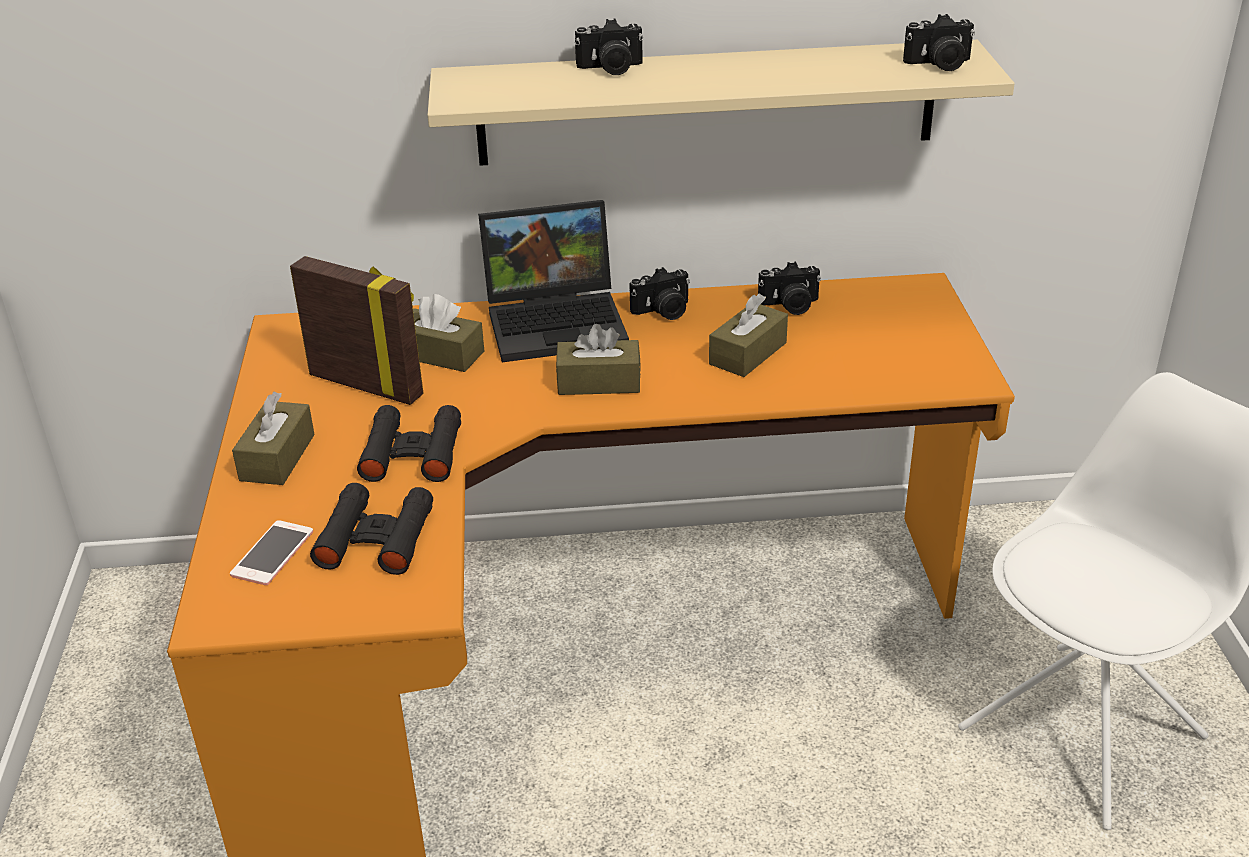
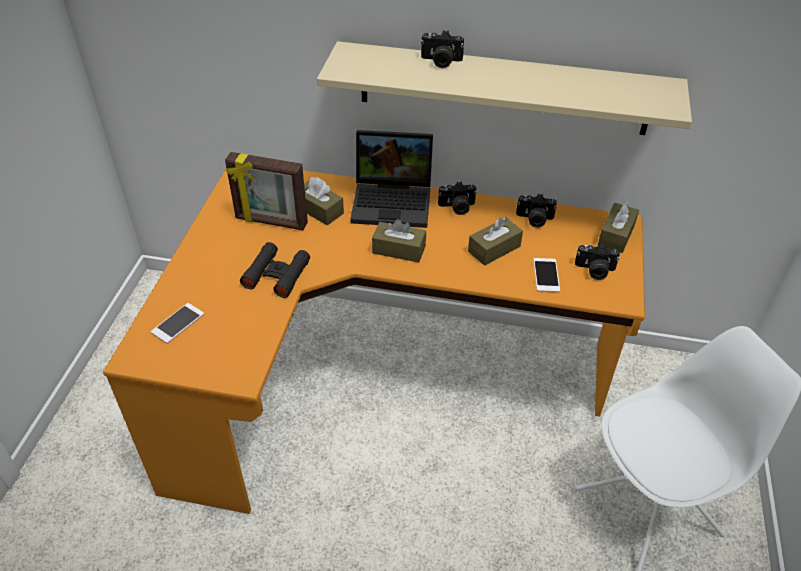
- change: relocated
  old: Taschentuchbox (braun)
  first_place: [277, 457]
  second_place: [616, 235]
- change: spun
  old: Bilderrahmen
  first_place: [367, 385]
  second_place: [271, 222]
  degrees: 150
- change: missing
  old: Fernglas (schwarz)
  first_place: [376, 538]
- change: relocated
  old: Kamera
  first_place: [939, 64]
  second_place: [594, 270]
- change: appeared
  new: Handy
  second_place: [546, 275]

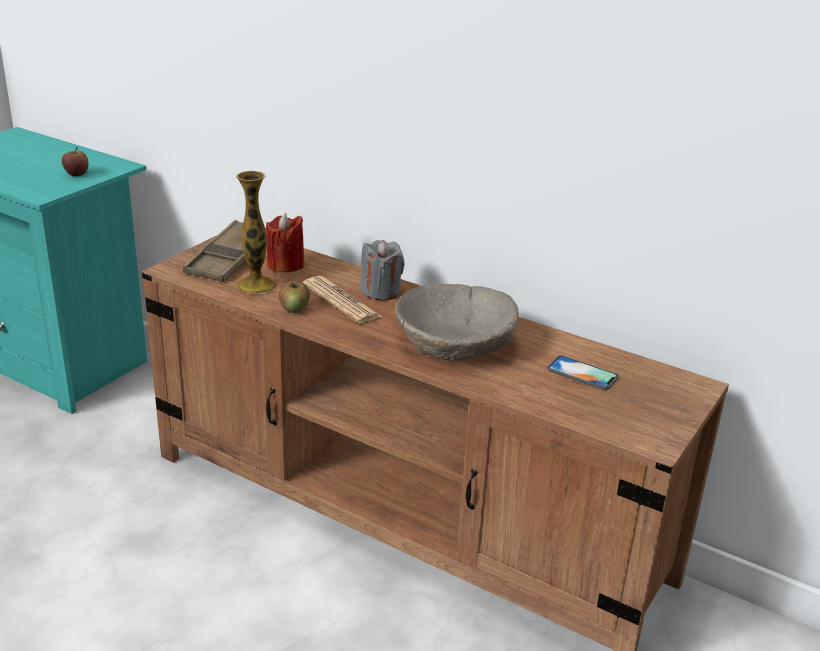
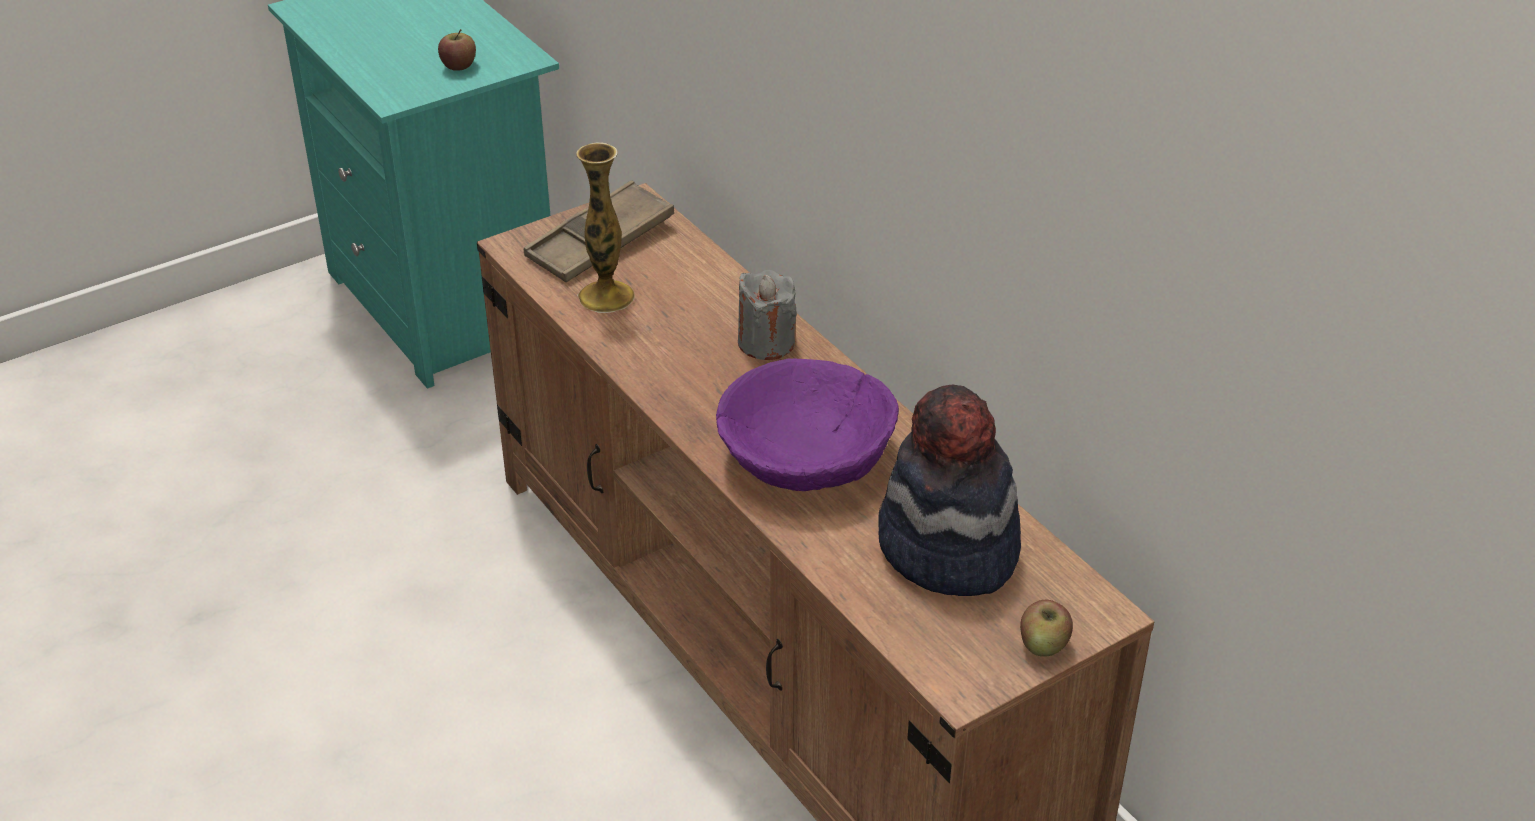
- change: missing
  old: Kerze (rot)
  first_place: [285, 265]
- change: relocated
  old: Apfel
  first_place: [294, 308]
  second_place: [1043, 645]
- change: missing
  old: Zeitung
  first_place: [341, 301]
- change: colour
  old: Schüssel (beige)
  new: Schüssel (lila)
  first_place: [454, 342]
  second_place: [806, 454]
- change: exchanged
  old: Handy
  new: Hut
  first_place: [582, 373]
  second_place: [947, 549]

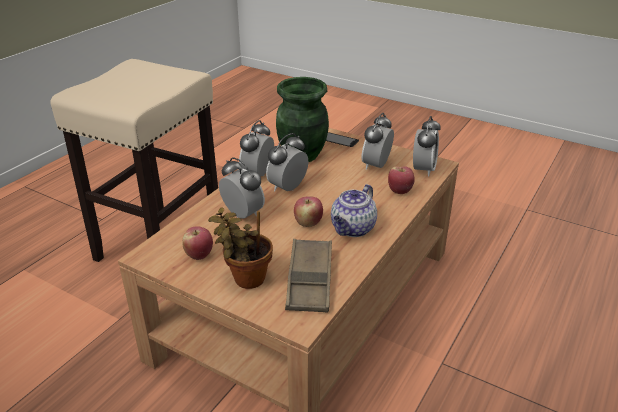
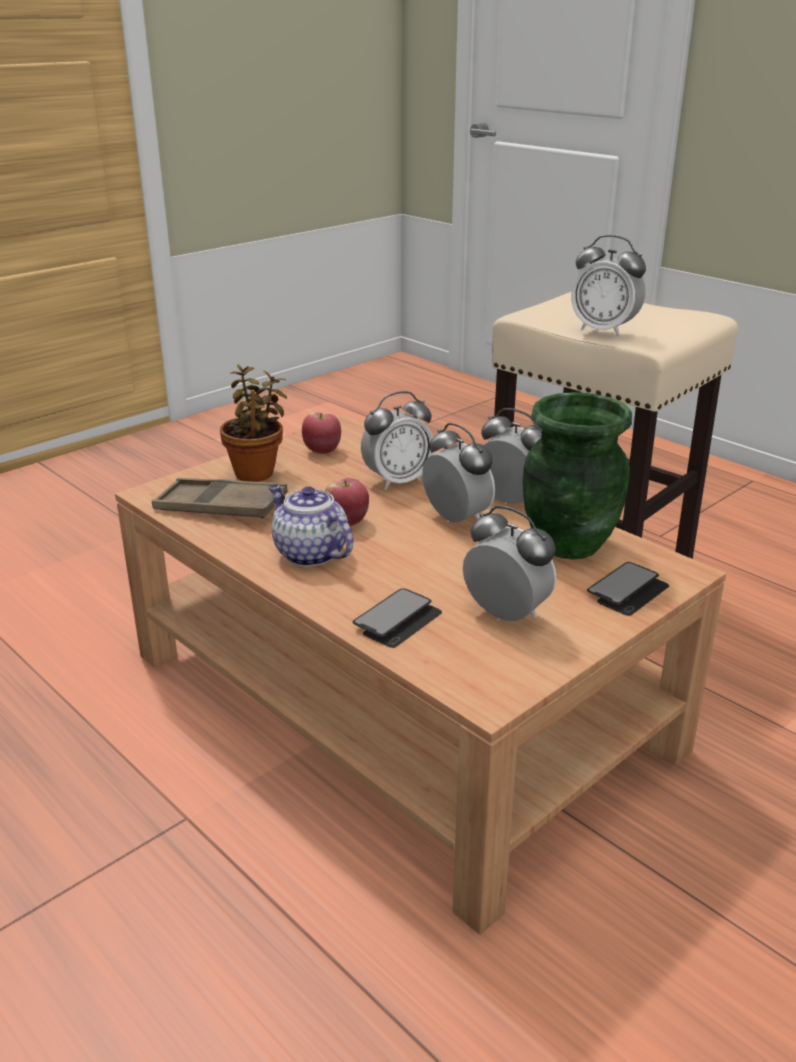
- change: exchanged
  old: Apfel
  new: Handy
  first_place: [400, 191]
  second_place: [398, 620]
- change: relocated
  old: Wecker
  first_place: [423, 169]
  second_place: [604, 330]

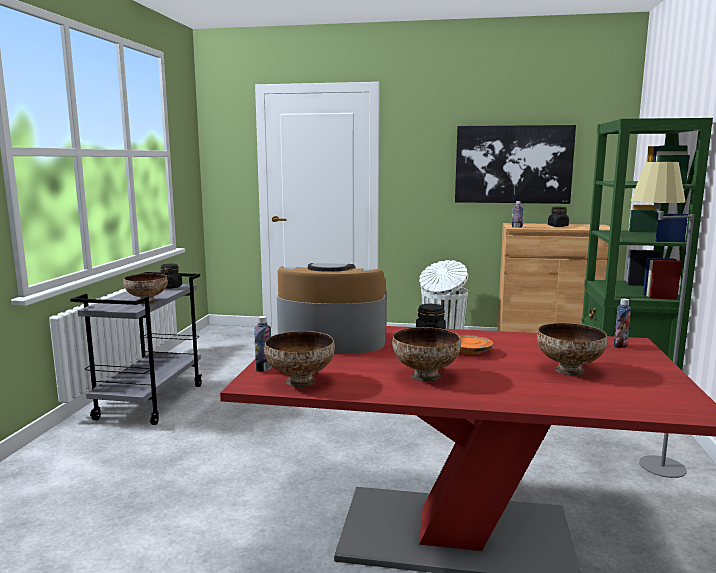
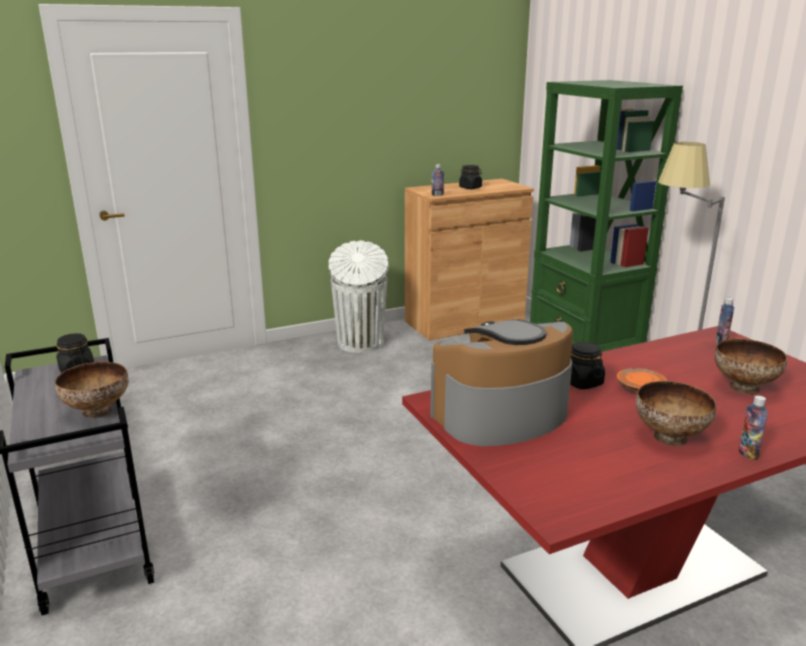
- change: relocated
  old: Flasche
  first_place: [264, 368]
  second_place: [747, 454]
- change: missing
  old: Schüssel
  first_place: [300, 381]
- change: missing
  old: Bild
  first_place: [513, 164]

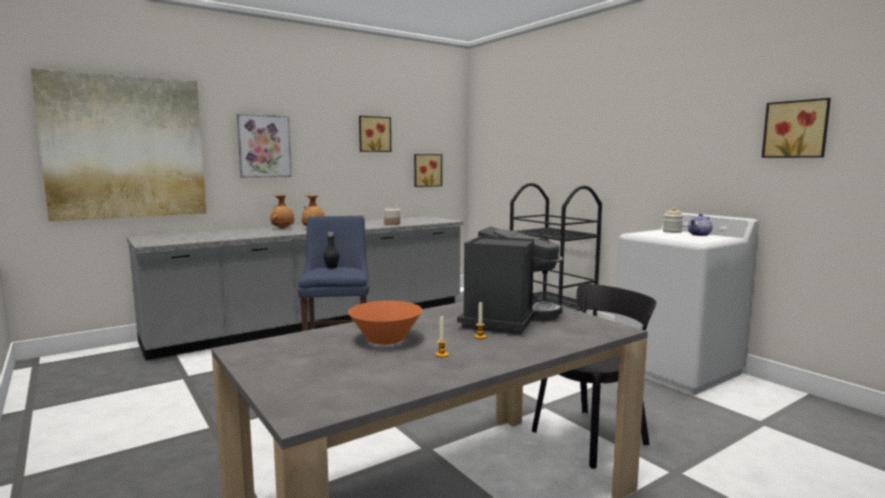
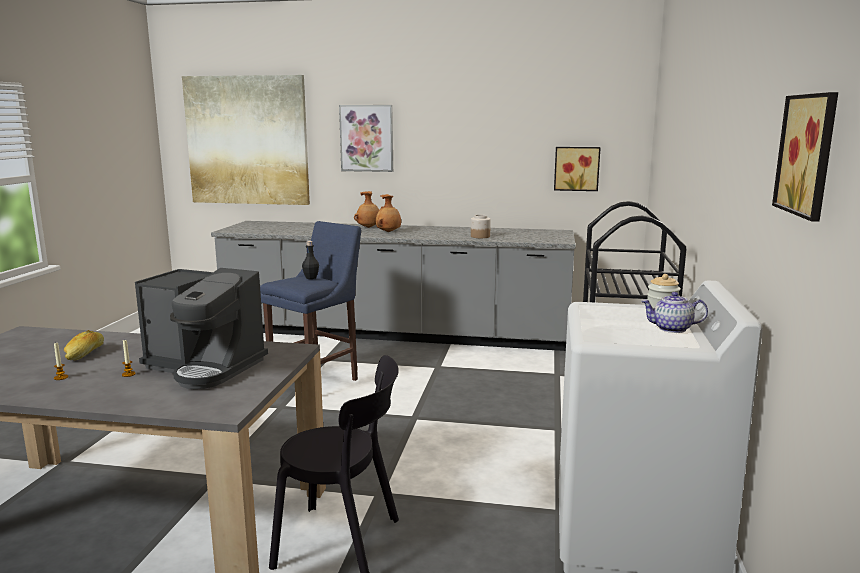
- change: exchanged
  old: Schüssel (orange)
  new: Brot
  first_place: [386, 340]
  second_place: [85, 354]
- change: missing
  old: Bild
  first_place: [374, 134]
- change: spun
  old: Kaffeemaschine
  first_place: [507, 318]
  second_place: [205, 367]
  degrees: 45

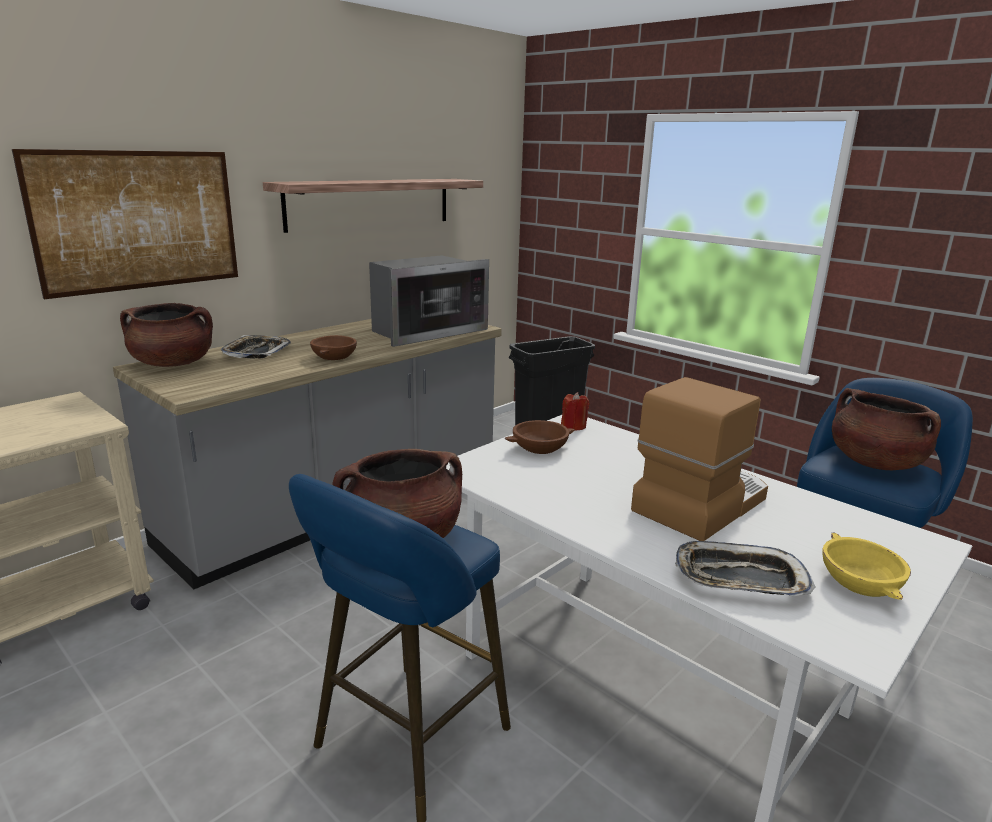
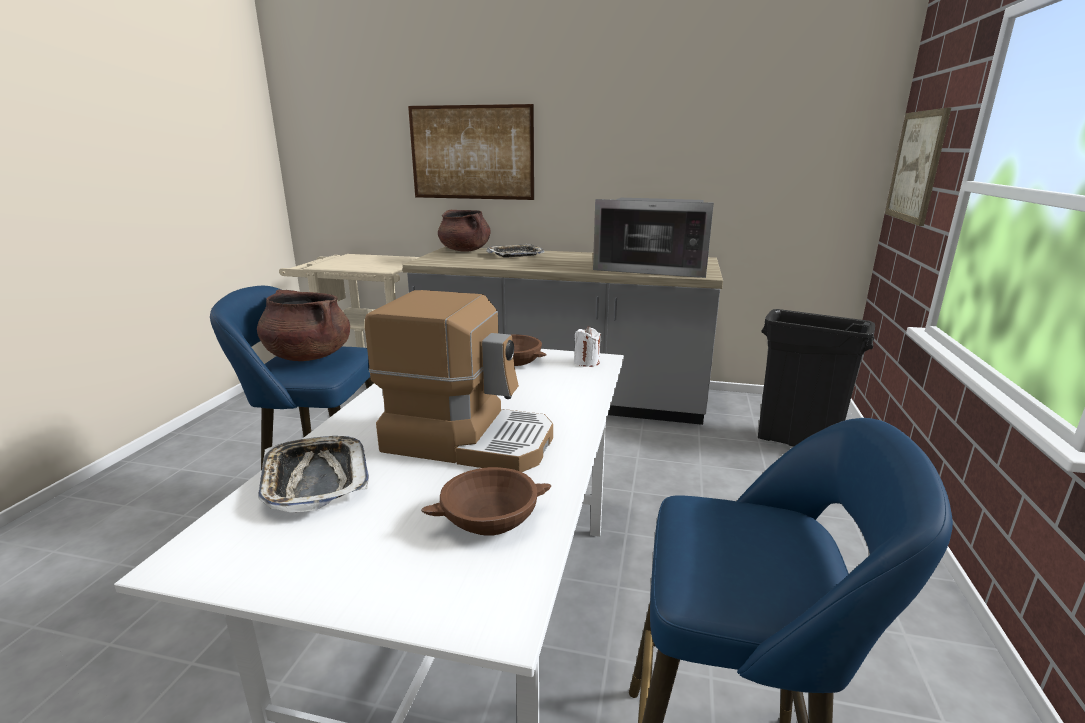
- change: missing
  old: Wandregal
  first_place: [371, 203]
- change: relocated
  old: Schüssel (braun)
  first_place: [334, 357]
  second_place: [490, 519]
- change: colour
  old: Kerze (rot)
  new: Kerze (weiß)
  first_place: [574, 426]
  second_place: [586, 362]
- change: missing
  old: Schüssel (gelb)
  first_place: [861, 583]
- change: missing
  old: Kochtopf (braun)
  first_place: [874, 463]
- change: appeared
  new: Bild
  second_place: [916, 166]

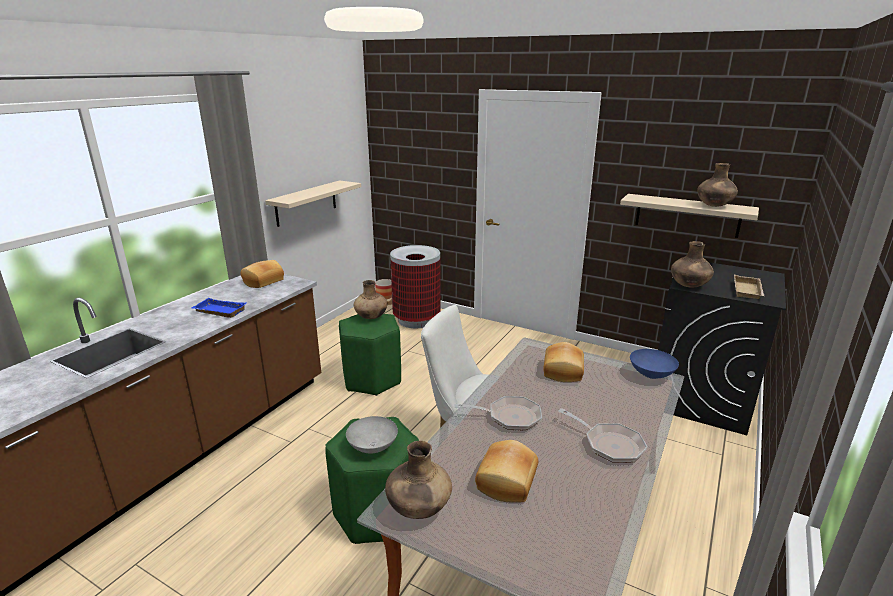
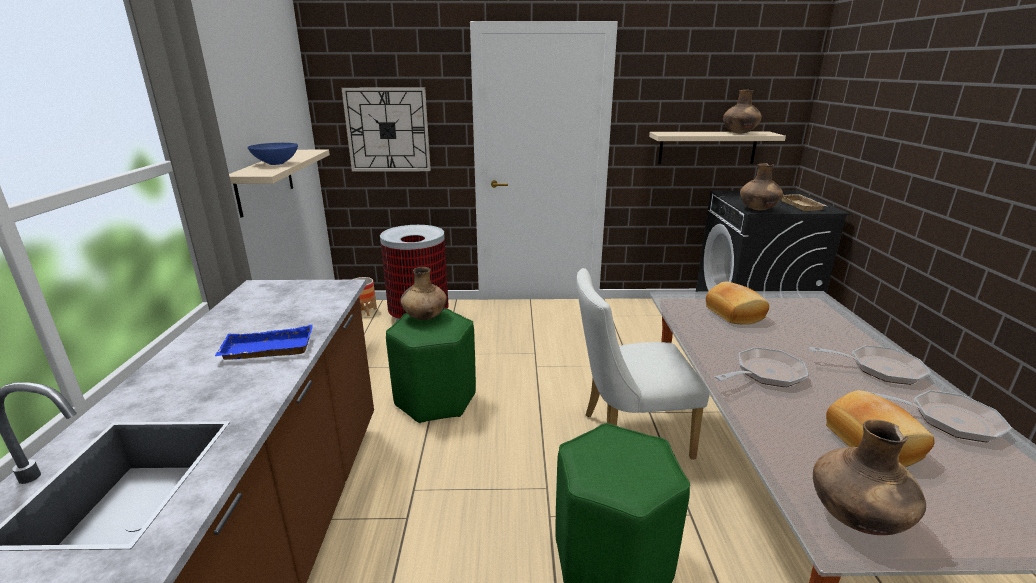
- change: missing
  old: Brot
  first_place: [262, 281]
- change: missing
  old: Schüssel (grau)
  first_place: [372, 447]
- change: relocated
  old: Schüssel (blau)
  first_place: [650, 374]
  second_place: [275, 163]
- change: appeared
  new: Wanduhr
  second_place: [387, 130]
- change: appeared
  new: Pfanne
  second_place: [947, 420]

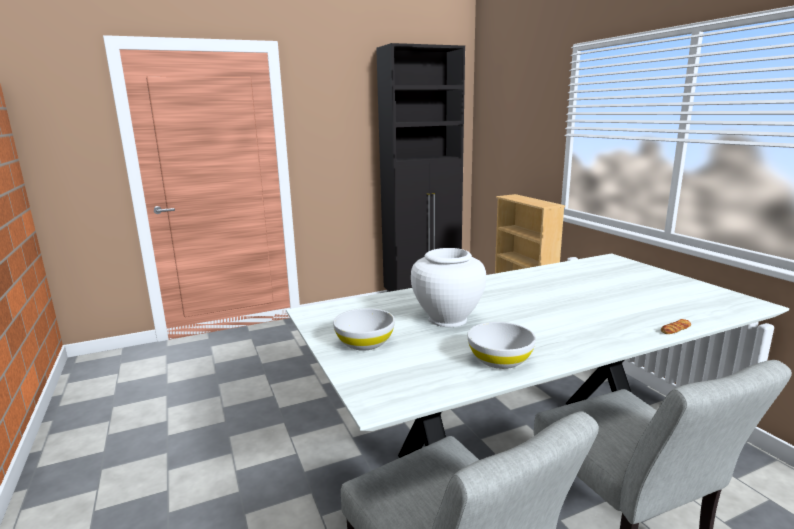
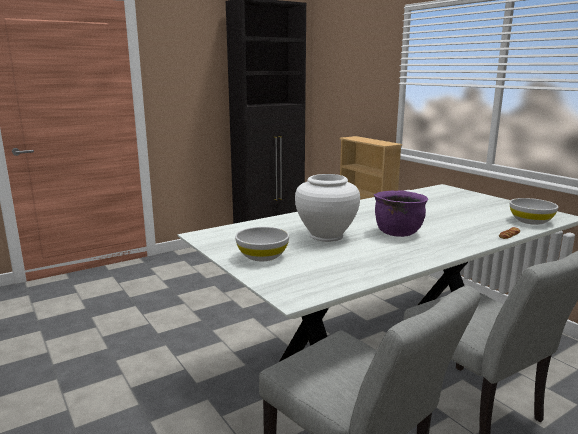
- change: relocated
  old: Schüssel (weiß)
  first_place: [499, 360]
  second_place: [530, 221]
- change: appeared
  new: Kochtopf (lila)
  second_place: [398, 232]

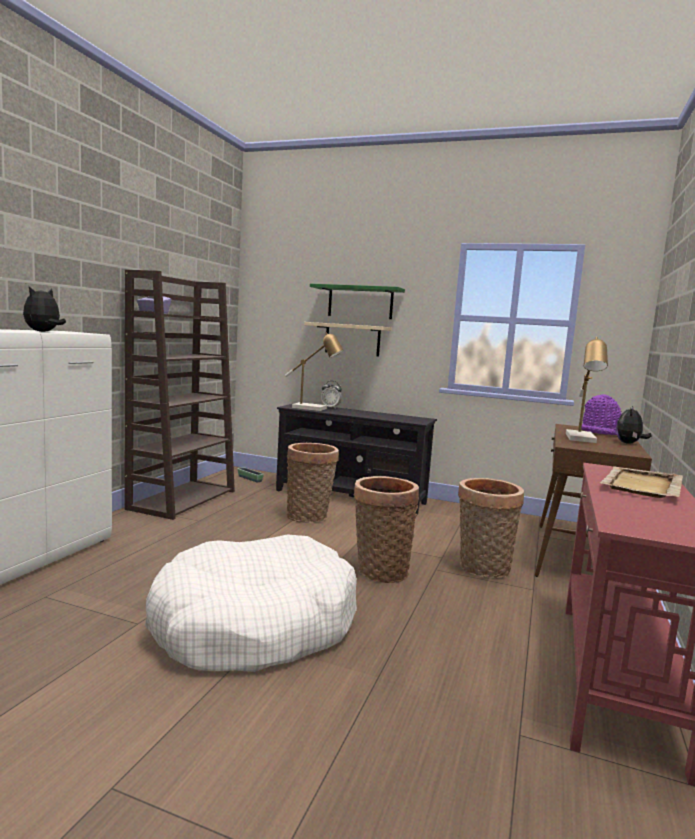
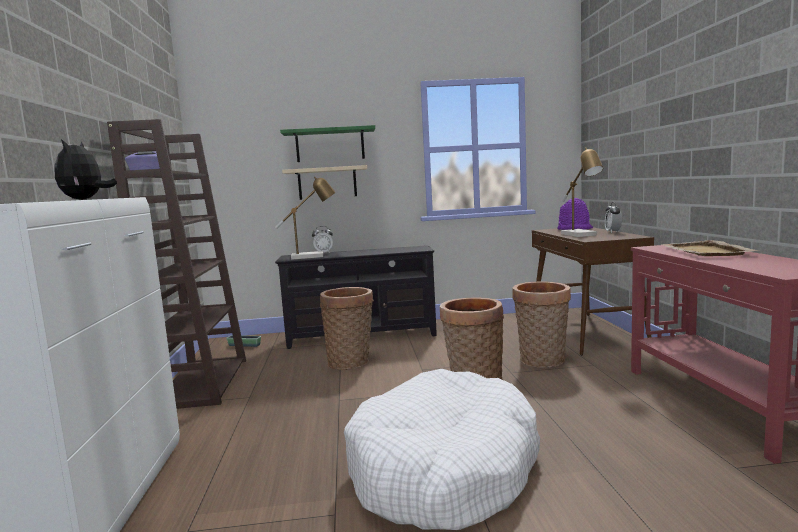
- change: exchanged
  old: Plüschtier
  new: Wecker
  first_place: [629, 443]
  second_place: [613, 232]

